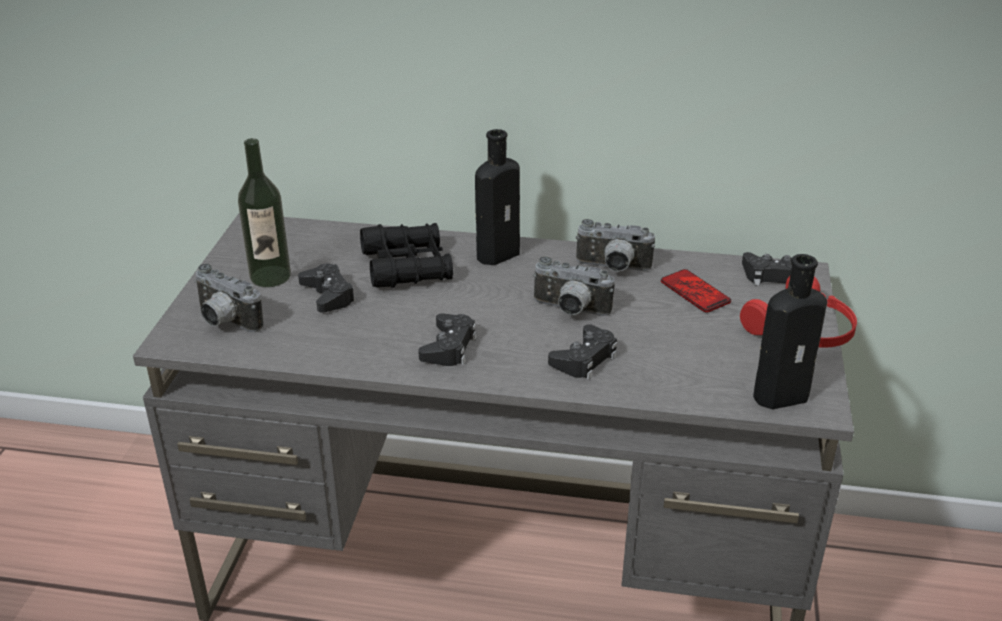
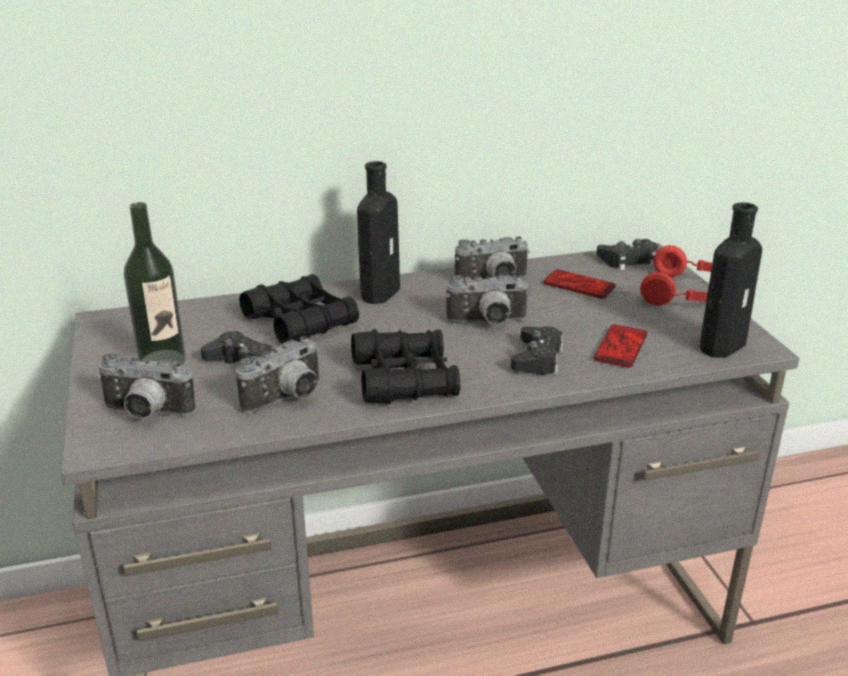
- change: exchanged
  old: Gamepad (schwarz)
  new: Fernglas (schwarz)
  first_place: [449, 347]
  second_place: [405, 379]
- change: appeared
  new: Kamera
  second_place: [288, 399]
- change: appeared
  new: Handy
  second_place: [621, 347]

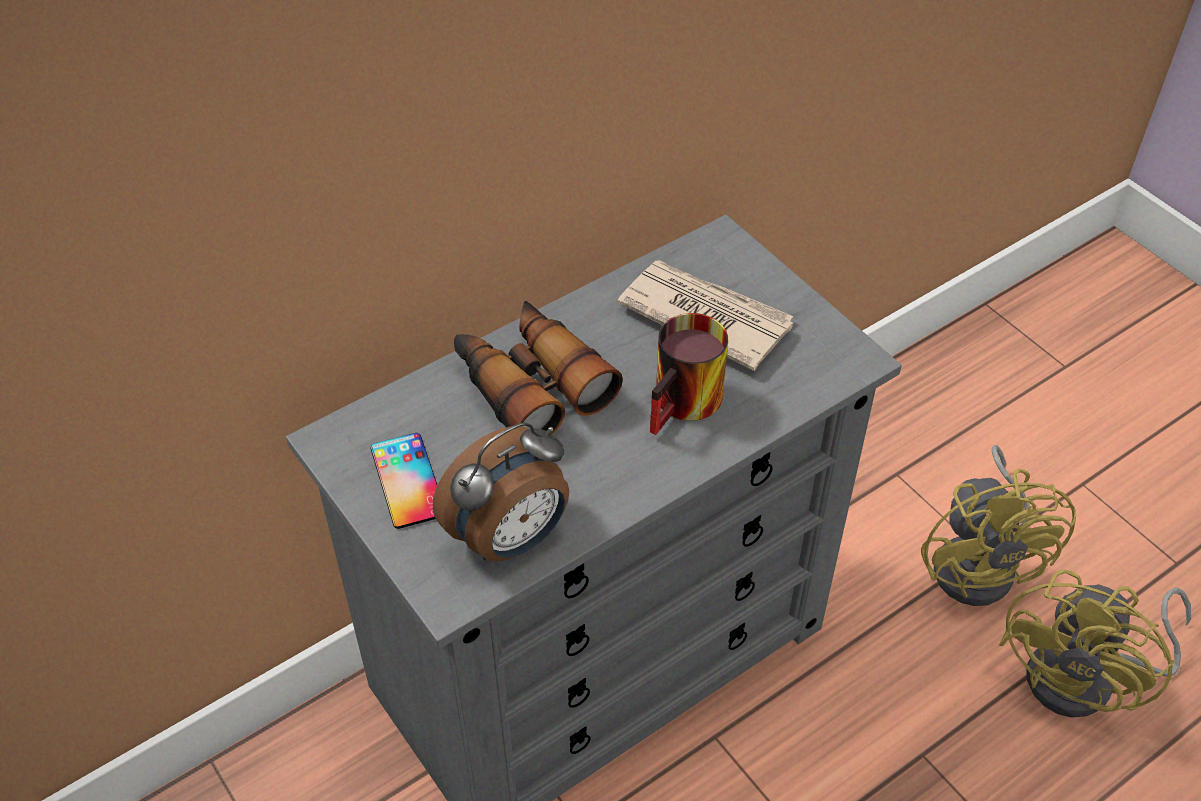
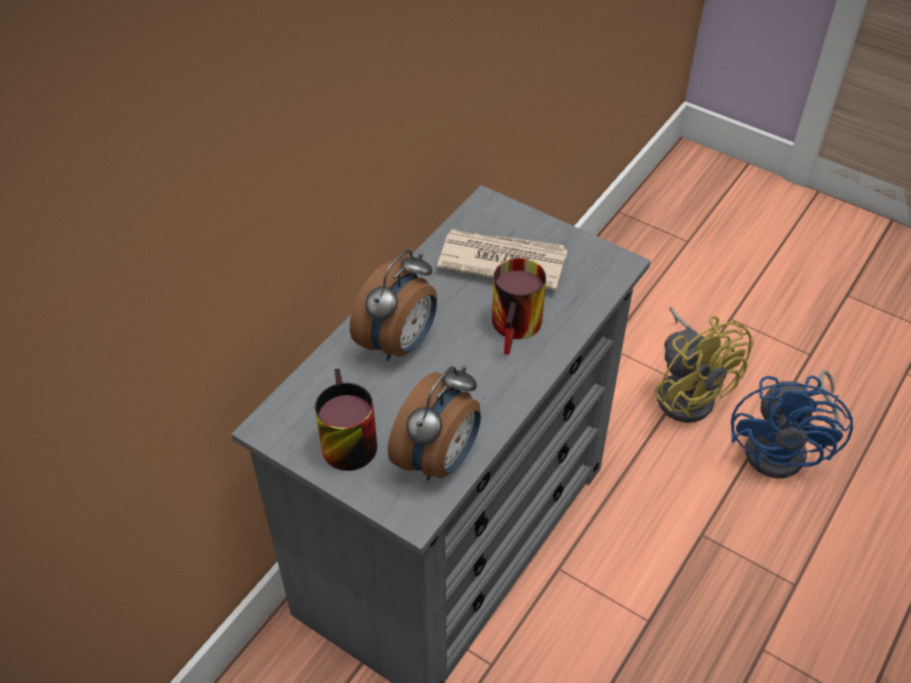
- change: exchanged
  old: Handy
  new: Henkelbecher
  first_place: [407, 480]
  second_place: [342, 439]
- change: exchanged
  old: Fernglas
  new: Wecker
  first_place: [530, 384]
  second_place: [399, 343]
- change: colour
  old: Ventilator (gelb)
  new: Ventilator (blau)
  first_place: [1086, 680]
  second_place: [785, 449]

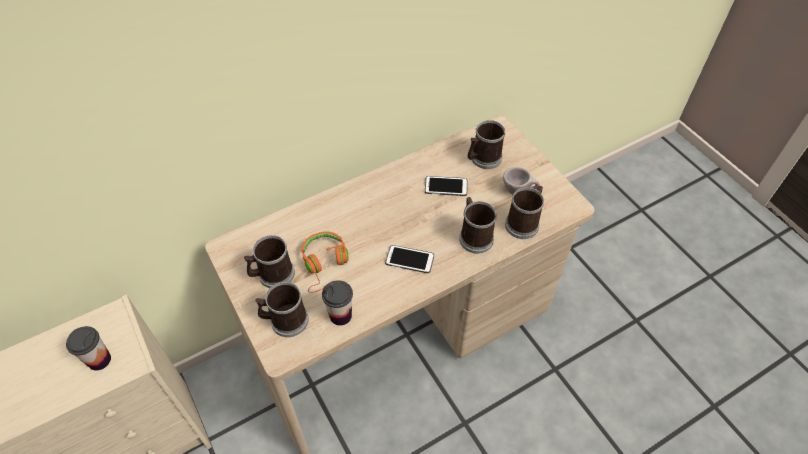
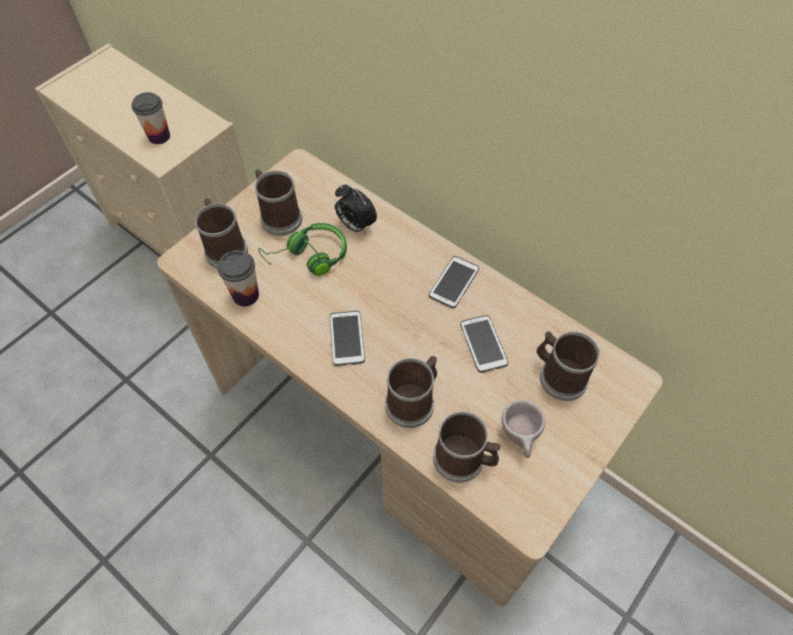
- change: colour
  old: Kopfhörer (orange)
  new: Kopfhörer (grün)
  first_place: [324, 264]
  second_place: [308, 257]
- change: appeared
  new: Wecker
  second_place: [355, 225]
- change: appeared
  new: Handy
  second_place: [454, 282]

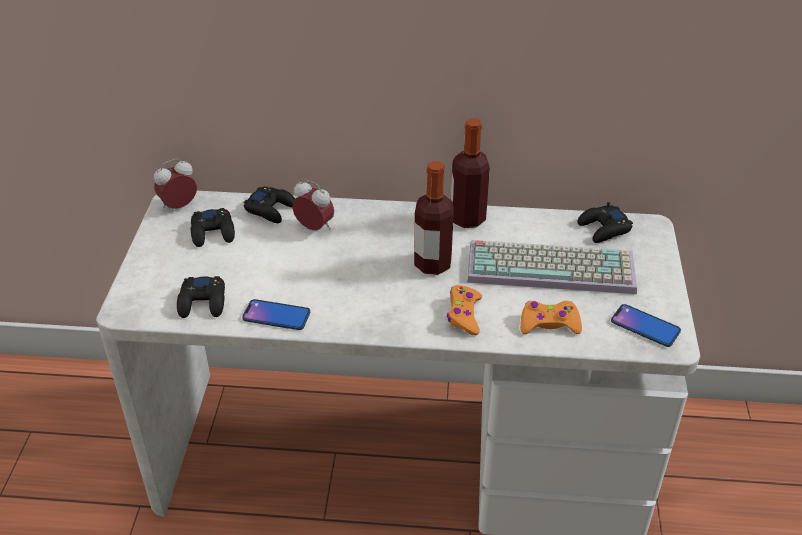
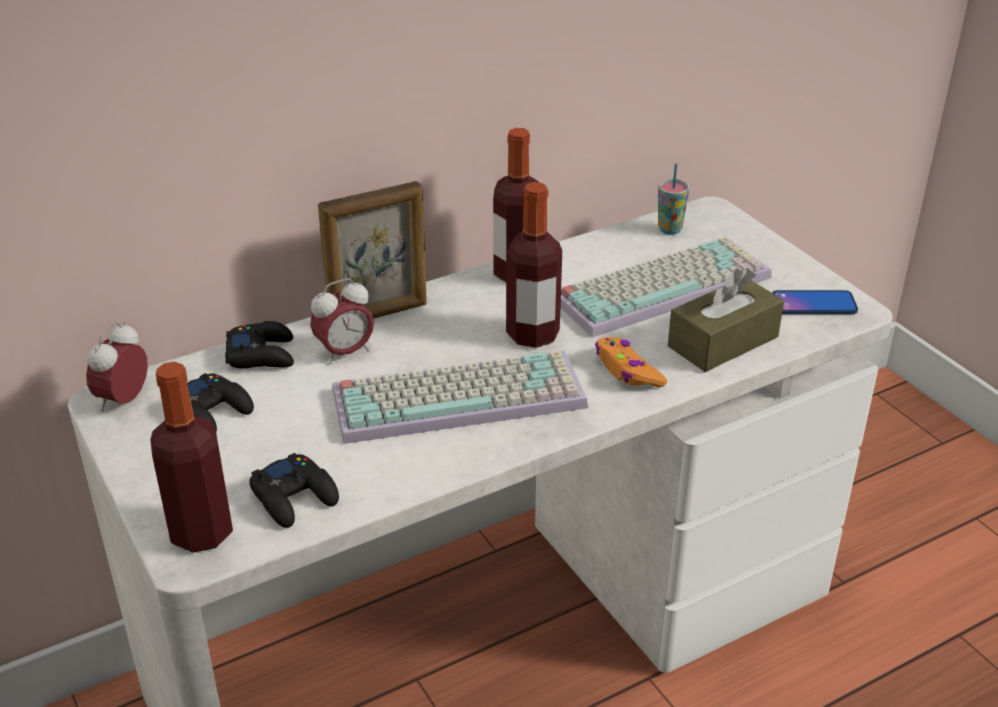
- change: missing
  old: Handy
  first_place: [276, 316]
- change: spun
  old: Wecker
  first_place: [314, 228]
  second_place: [345, 353]
  degrees: 150
- change: exchanged
  old: Gamepad (orange)
  new: Taschentuchbox (braun)
  first_place: [549, 324]
  second_place: [723, 342]
- change: exchanged
  old: Gamepad (schwarz)
  new: Tasse
  first_place: [604, 229]
  second_place: [670, 229]
- change: appeared
  new: Flasche
  second_place: [201, 532]
- change: appeared
  new: Bilderrahmen
  second_place: [379, 314]
- change: appeared
  new: Tastatur
  second_place: [461, 395]

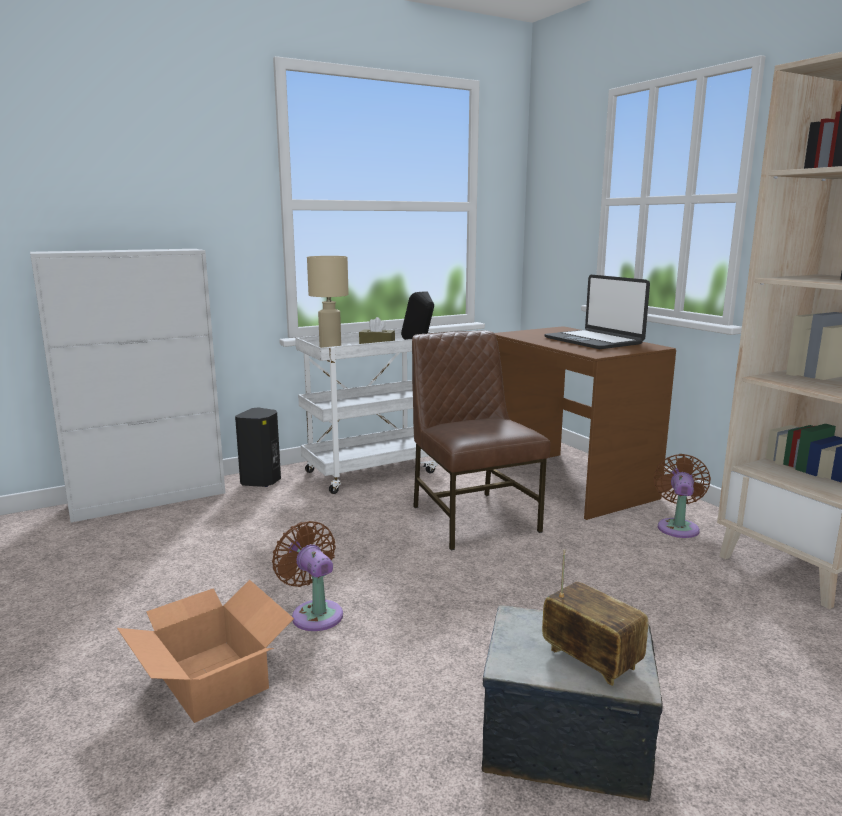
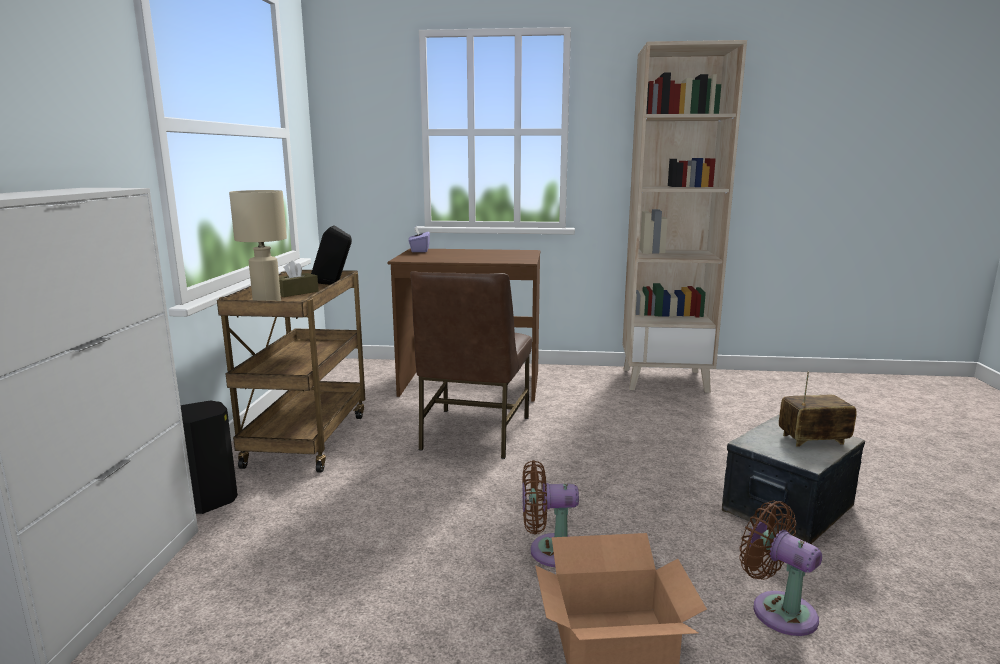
- change: colour
  old: Rollwagen (weiß)
  new: Rollwagen (braun)
  first_place: [374, 471]
  second_place: [307, 438]
- change: spun
  old: Stuhl (braun)
  first_place: [472, 518]
  second_place: [473, 433]
  degrees: -90
- change: missing
  old: Laptop
  first_place: [594, 341]
- change: relocated
  old: Ventilator (braun)
  first_place: [678, 527]
  second_place: [778, 610]
- change: appeared
  new: Taschentuchbox (lila)
  second_place: [419, 250]

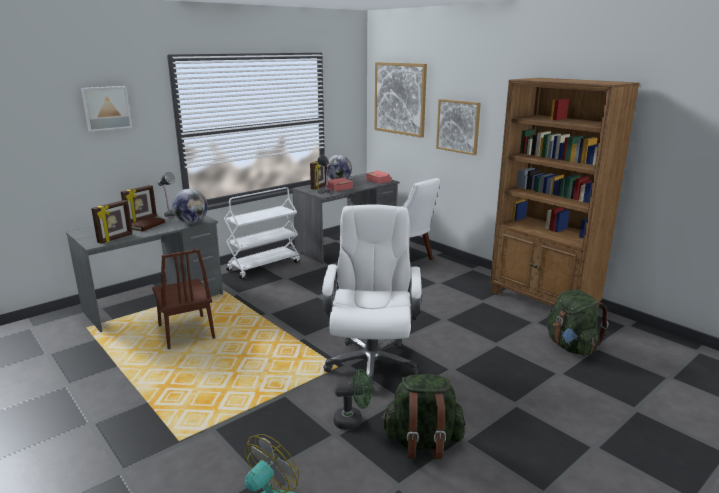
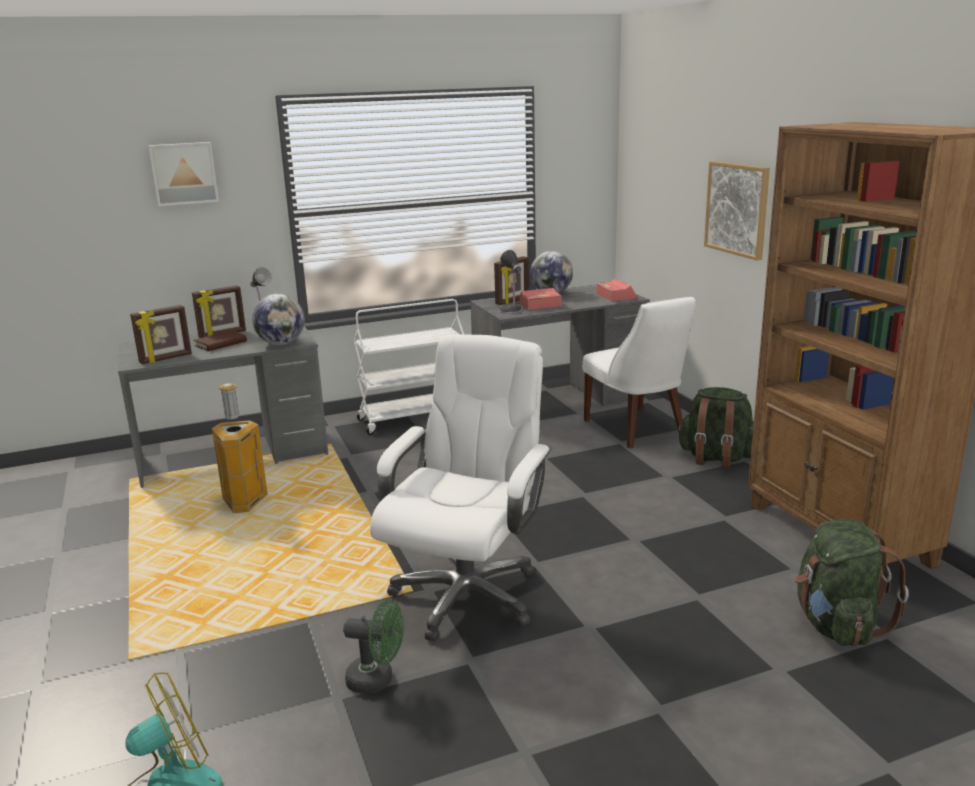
- change: exchanged
  old: Stuhl (braun)
  new: Mülleimer
  first_place: [186, 332]
  second_place: [244, 503]
- change: missing
  old: Bild
  first_place: [400, 98]
- change: relocated
  old: Rucksack (grün)
  first_place: [422, 442]
  second_place: [716, 458]

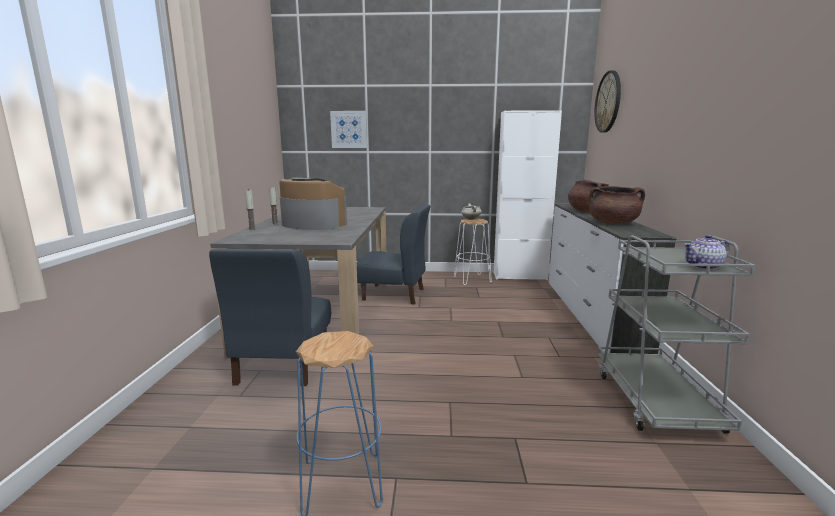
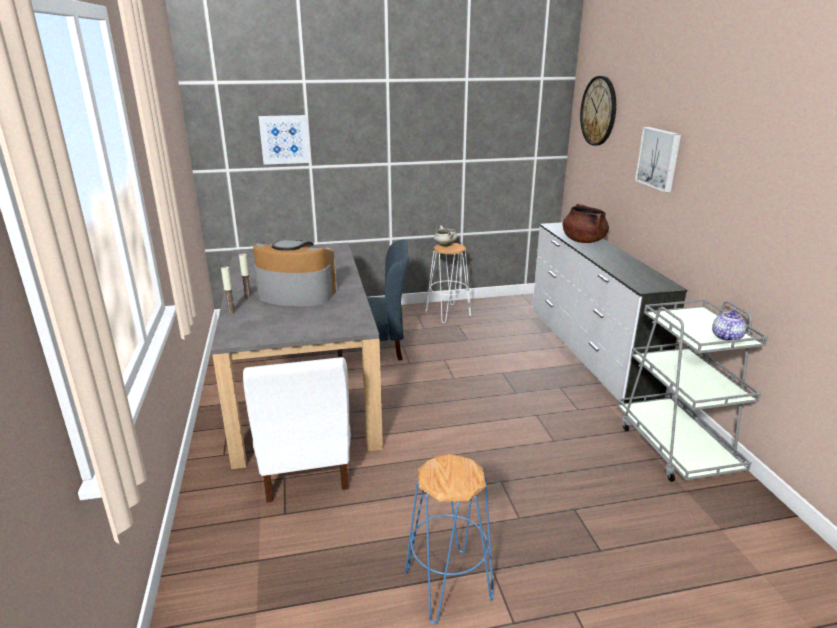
- change: colour
  old: Stuhl (blau)
  new: Stuhl (weiß)
  first_place: [282, 365]
  second_place: [305, 467]
- change: missing
  old: Schrank (weiß)
  first_place: [520, 276]
- change: missing
  old: Kochtopf (braun)
  first_place: [613, 223]
- change: spun
  old: Teekanne
  first_place: [704, 266]
  second_place: [726, 337]
  degrees: 150
- change: appeared
  new: Bild
  second_place: [659, 158]

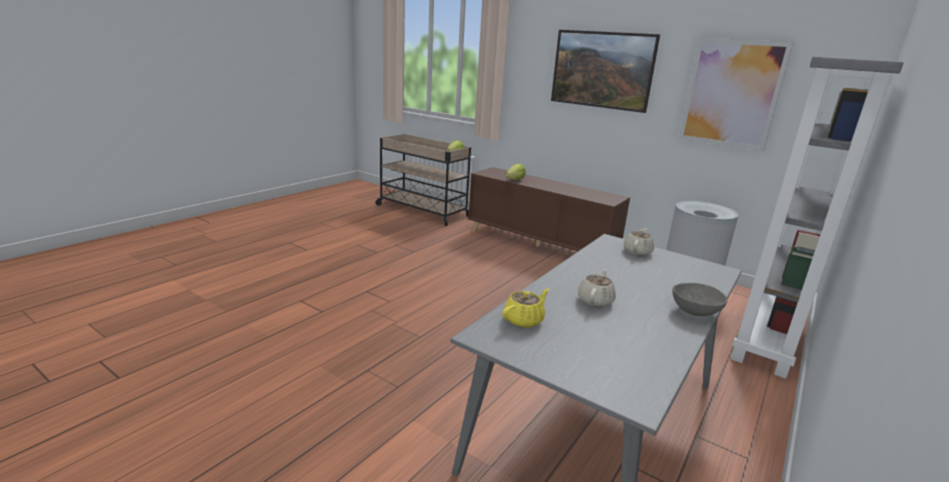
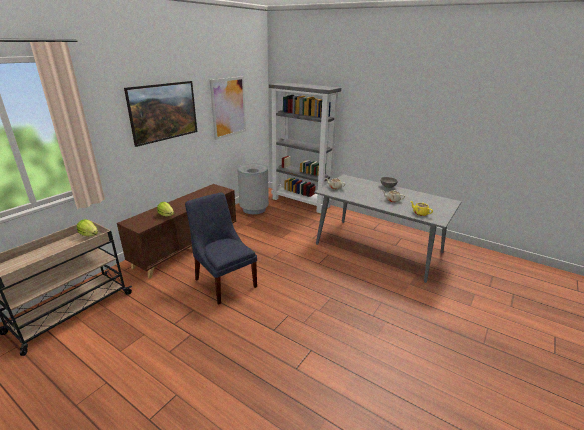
- change: appeared
  new: Stuhl (blau)
  second_place: [224, 281]

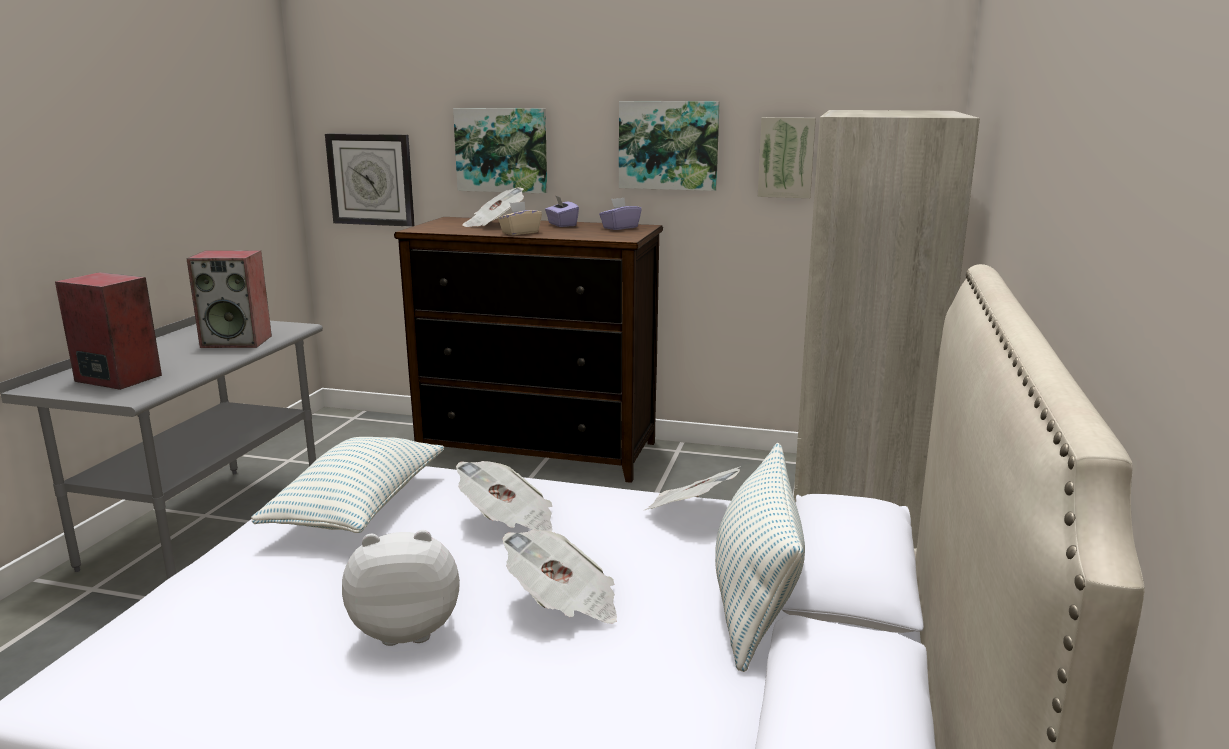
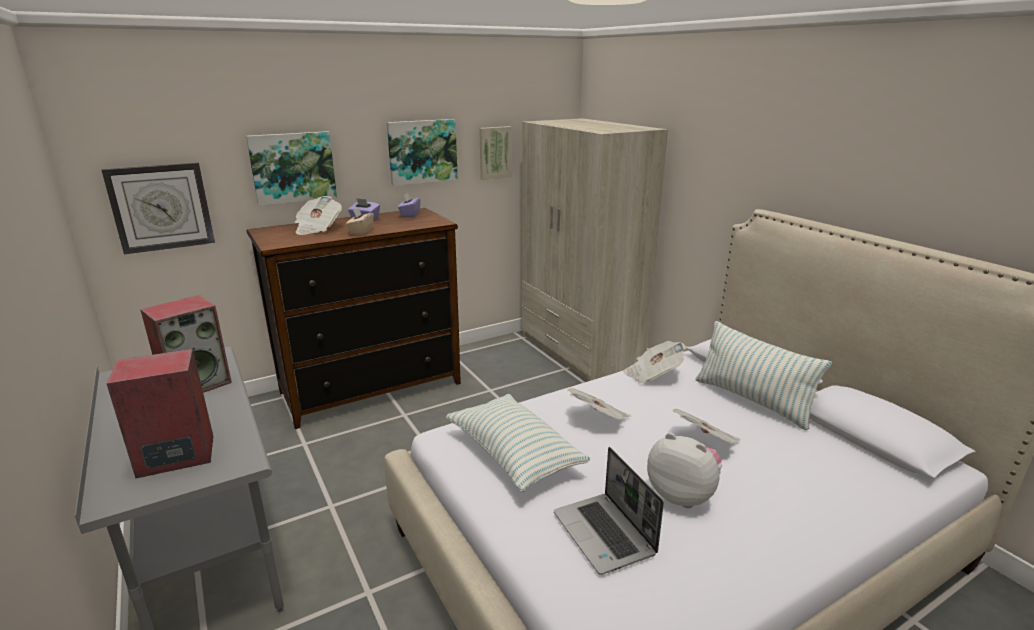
- change: spun
  old: Plüschtier
  first_place: [407, 629]
  second_place: [682, 495]
  degrees: 90
- change: appeared
  new: Laptop
  second_place: [605, 534]

